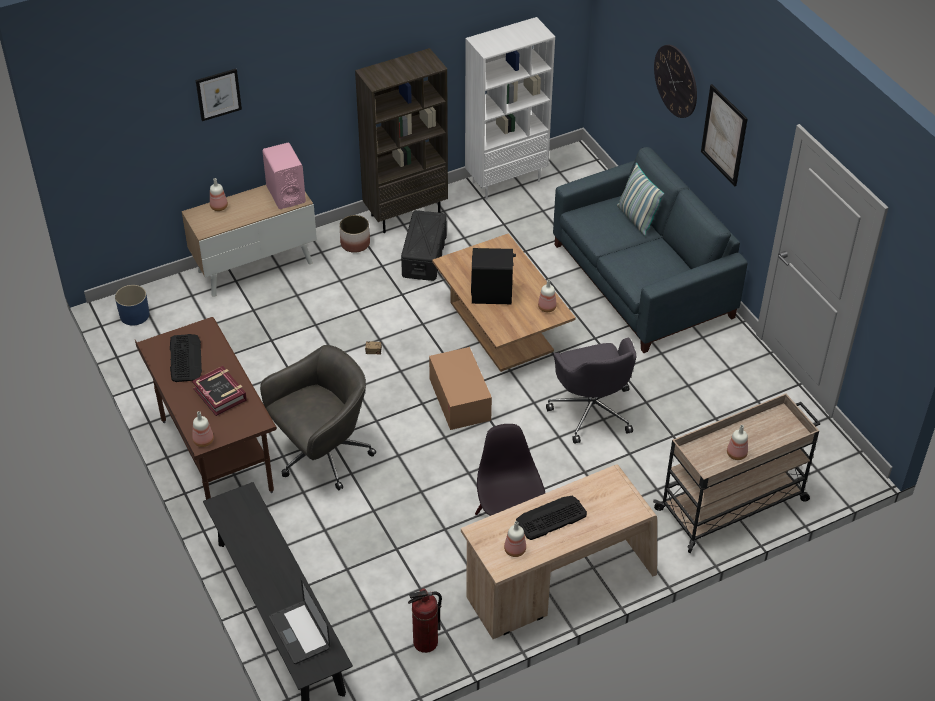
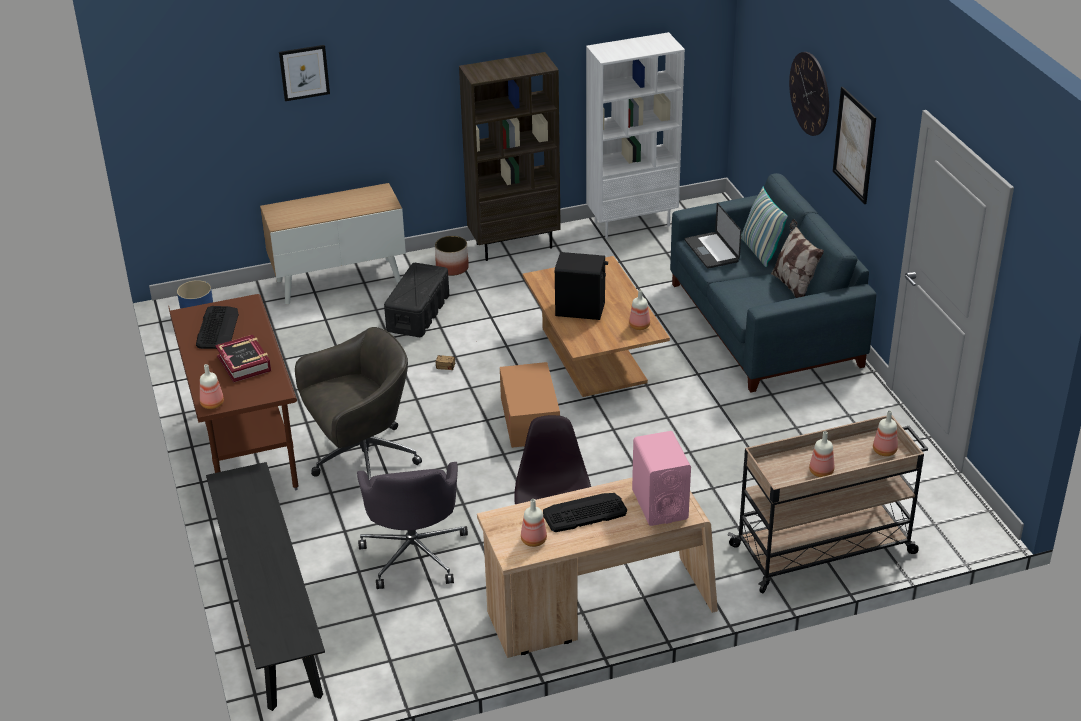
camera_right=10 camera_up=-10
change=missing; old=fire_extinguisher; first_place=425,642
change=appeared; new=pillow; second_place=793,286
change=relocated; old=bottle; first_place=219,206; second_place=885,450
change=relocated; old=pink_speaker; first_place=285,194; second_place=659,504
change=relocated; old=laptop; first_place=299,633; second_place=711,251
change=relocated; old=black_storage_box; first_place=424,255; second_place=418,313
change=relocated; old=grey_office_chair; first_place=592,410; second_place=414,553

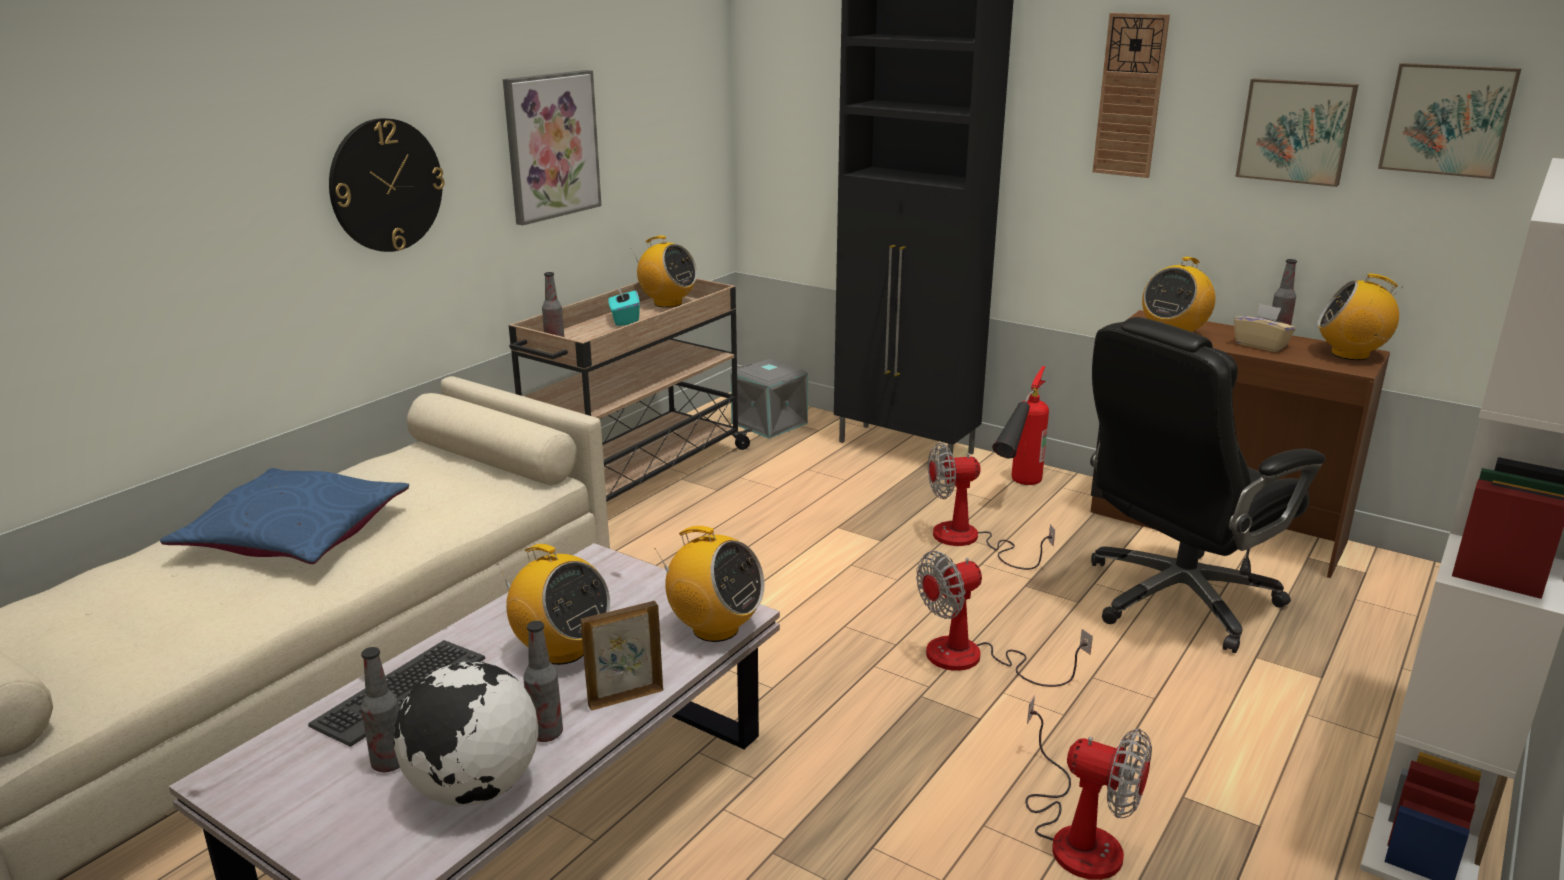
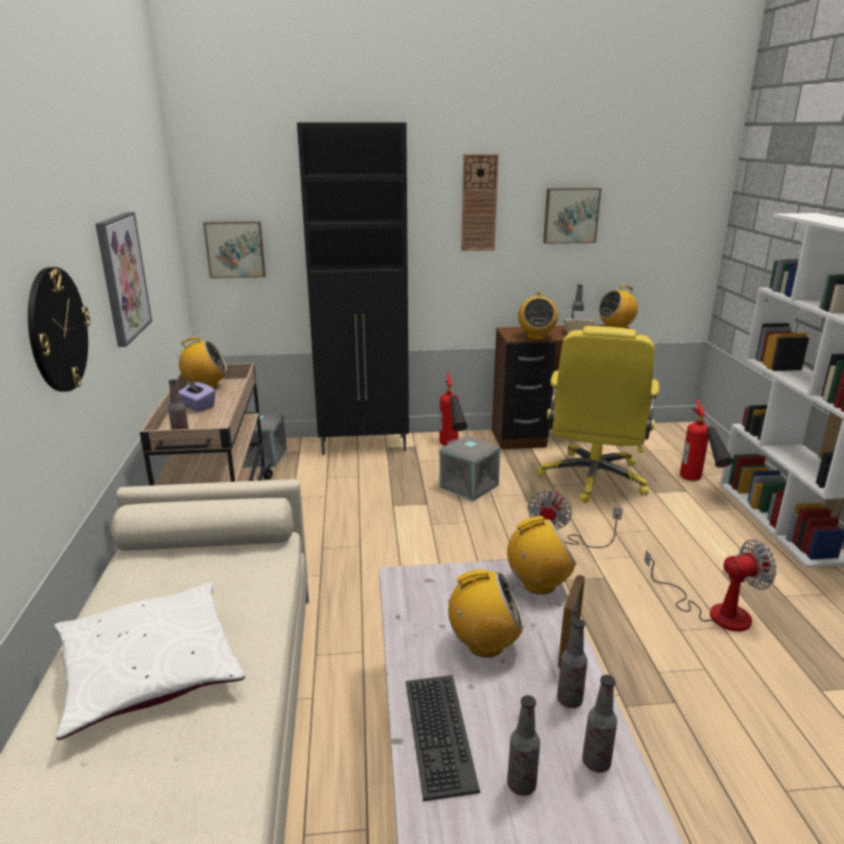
camera_right=-40 camera_up=0
change=appeared; new=fire_extinguisher; second_place=699,485
change=relocated; old=picture; first_place=1447,119; second_place=235,249
change=exchanged; old=globe; new=bottle; first_place=474,789; second_place=596,762
change=exchanged; old=fan; new=grey_storage_box; first_place=970,541; second_place=469,486
change=colour; old=blue_pillow; new=white_pillow; first_place=295,535; second_place=149,669
change=colour; old=turquoise_tissue_box; new=purple_tissue_box; first_place=624,320; second_place=197,406
change=colour; old=black_office_chair; new=yellow_office_chair; first_place=1176,599; second_place=593,479

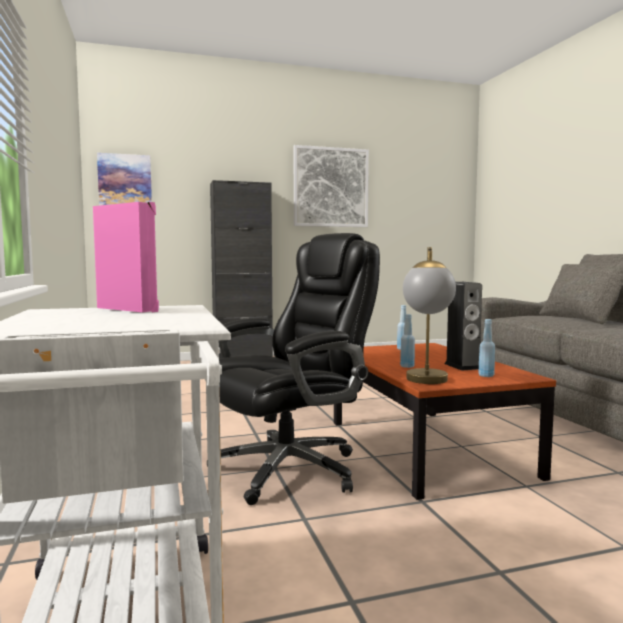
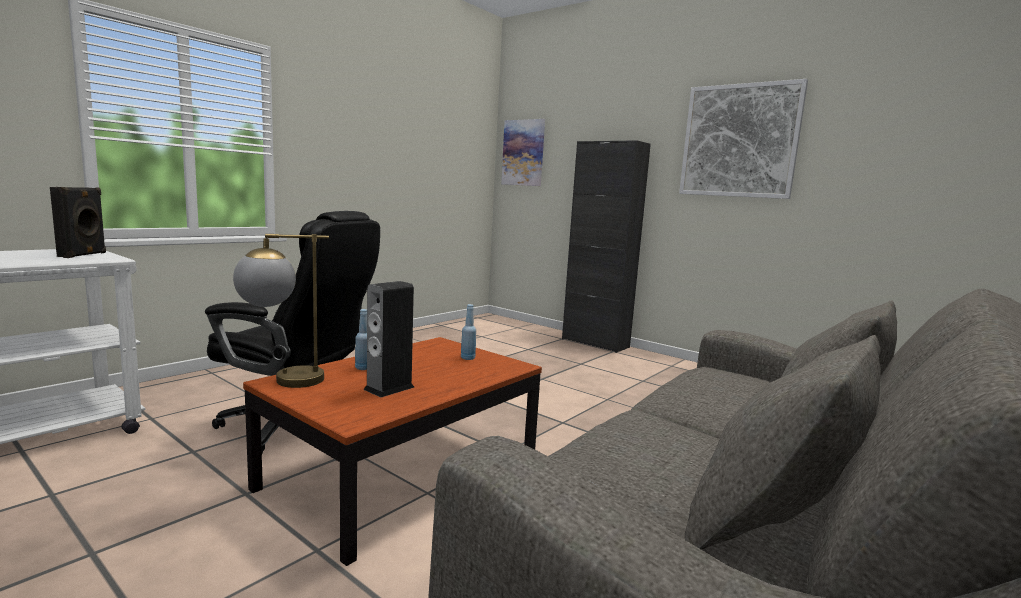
camera_right=55 camera_up=5
change=missing; old=blue_bottle; first_place=486,376
change=colour; old=pink_speaker; new=black_speaker; first_place=129,310; second_place=84,255

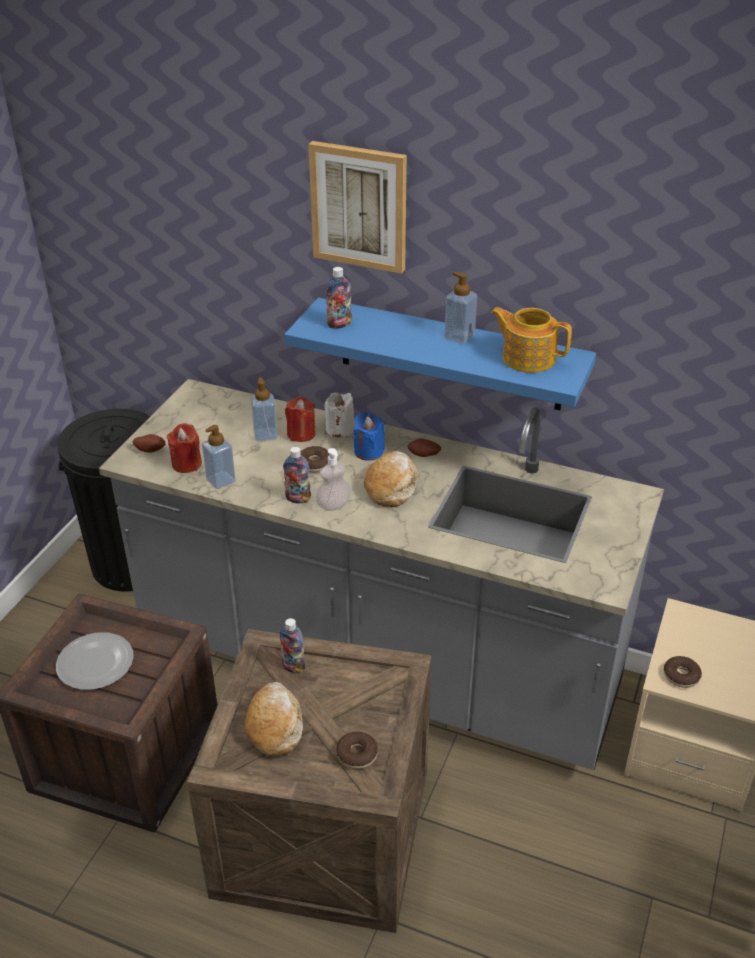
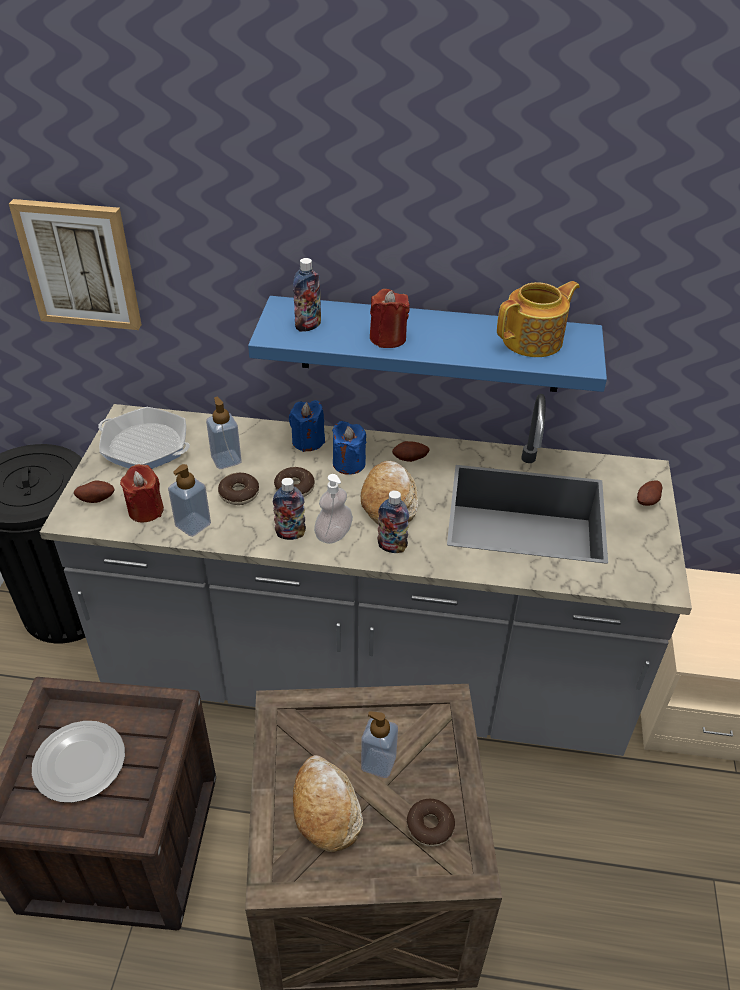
camera_right=-15 camera_up=5
change=appeared; new=frying_pan; second_place=145,446
change=appeared; new=potato; second_place=648,501
change=relocated; old=bottle; first_place=293,667; second_place=392,547
change=relocated; old=red_candle; first_place=301,434; second_place=388,338
change=relocated; old=picture; first_place=359,206; second_place=80,264
change=relocated; old=soap_dispenser; first_place=459,337; second_place=378,763
change=relocated; old=donut; first_place=681,676; second_place=239,494
change=colour; old=white_candle; new=blue_candle; first_place=340,429; second_place=308,441
change=spun; old=teapot; first_place=527,358; second_place=534,340; degrees=135

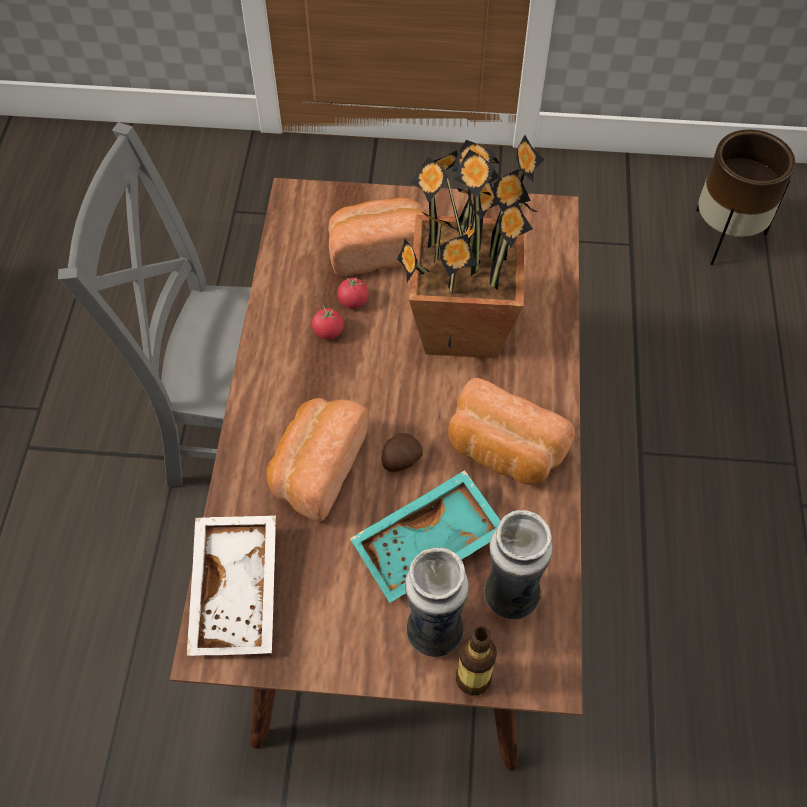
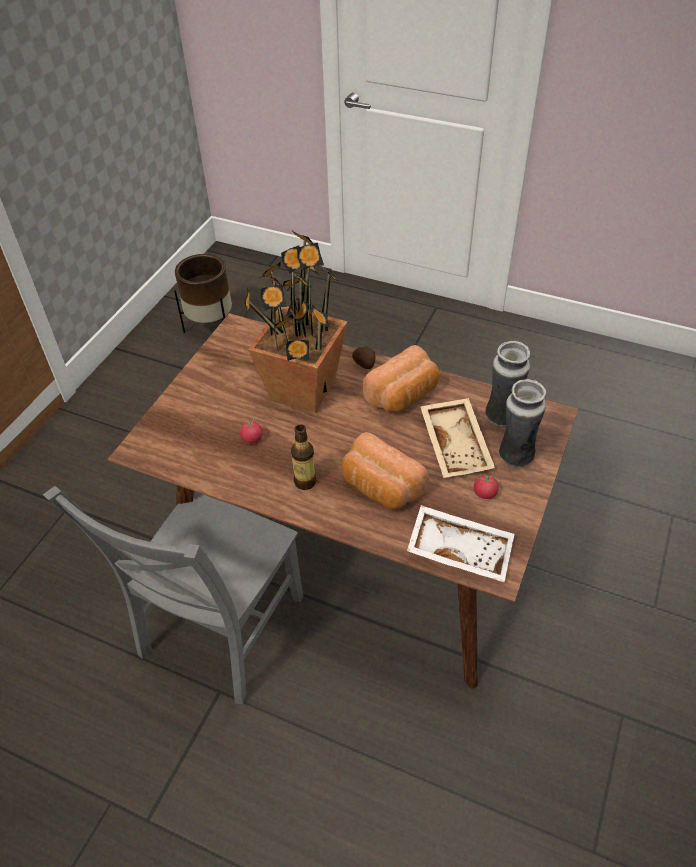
camera_right=-70 camera_up=-10
change=missing; old=bread; first_place=379,250
change=relocated; old=tomato; first_place=328,331; second_place=485,493
change=relocated; old=potato; first_place=400,460; second_place=364,364
change=relocated; old=bottle; first_place=473,678; second_place=305,482
change=colour; old=turquoise_tray; new=beige_tray; first_place=429,546; second_place=457,445

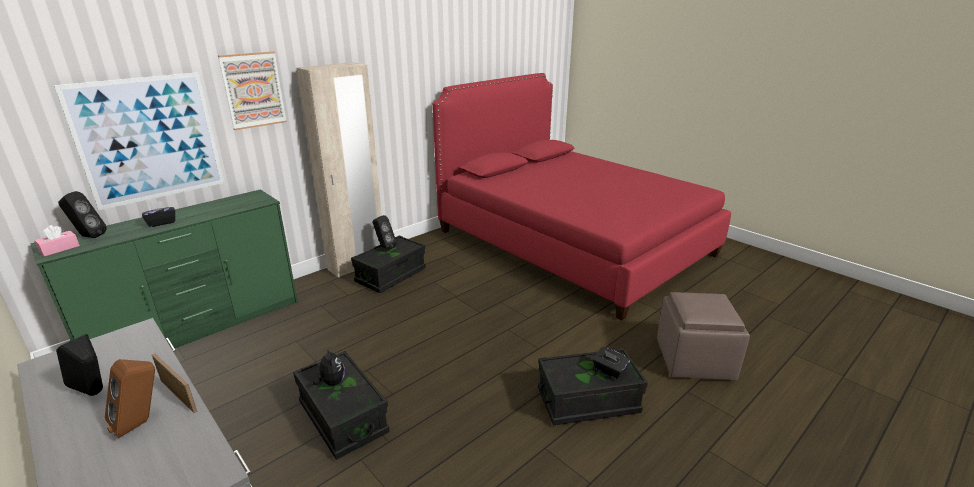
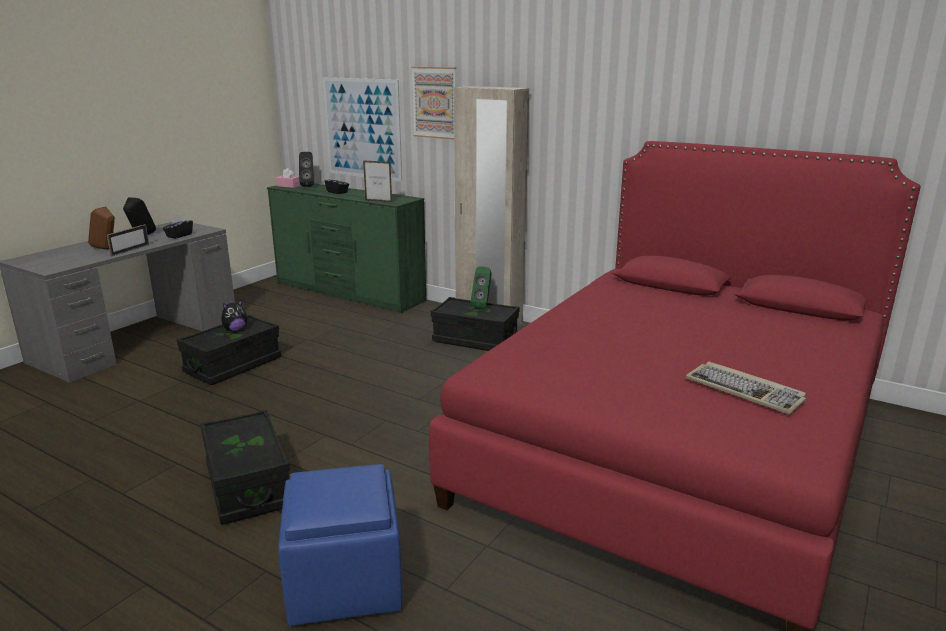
camera_right=75 camera_up=-5
change=appeared; new=picture_frame; second_place=378,201
change=appeared; new=keyboard; second_place=745,391
change=relocated; old=black_tissue_box; first_place=609,371; second_place=179,235
change=colour; old=black_speaker; new=green_speaker; first_place=384,247; second_place=483,305
change=colour; old=brown_ottoman; new=blue_ottoman; first_place=695,360; second_place=344,583

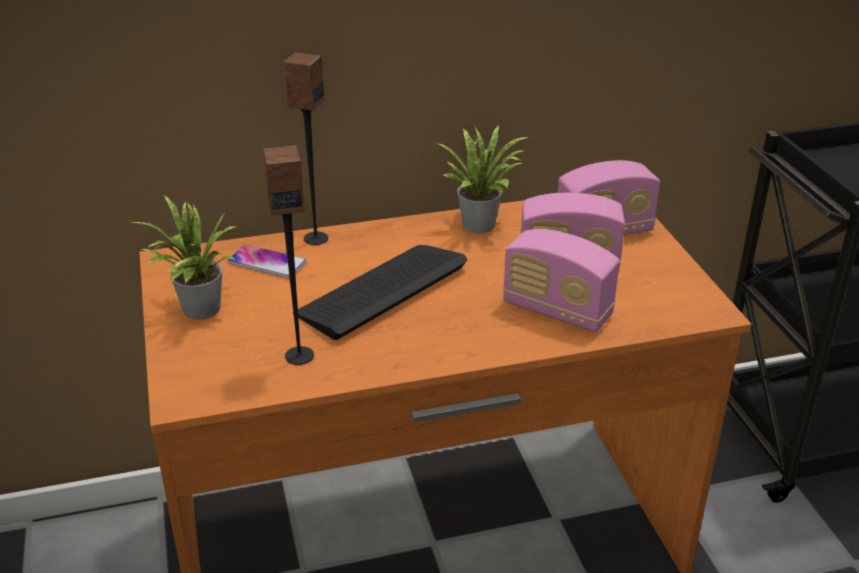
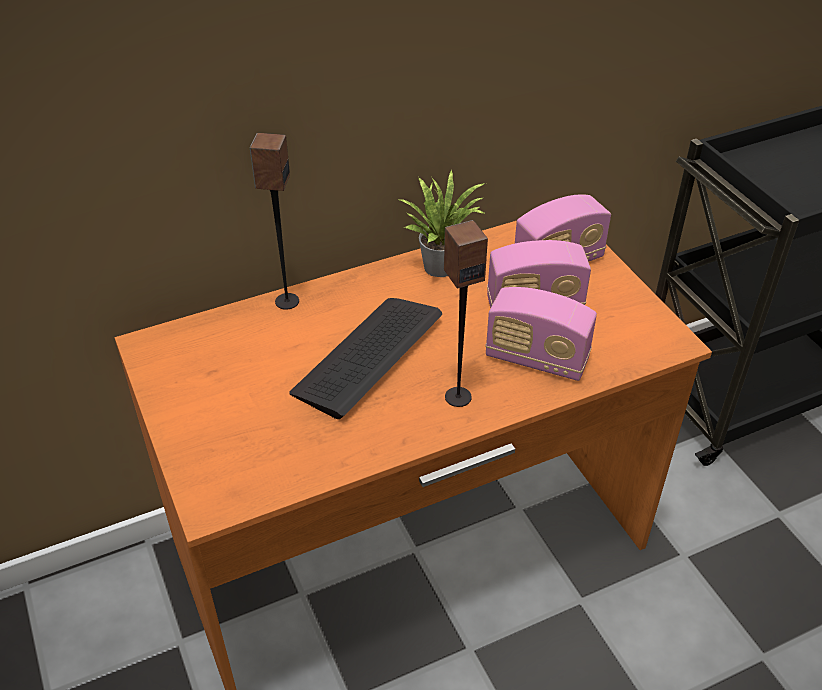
camera_right=-10 camera_up=10
change=missing; old=potted_plant; first_place=197,311
change=missing; old=phone; first_place=267,263
change=relocated; old=speaker; first_place=299,355; second_place=458,396

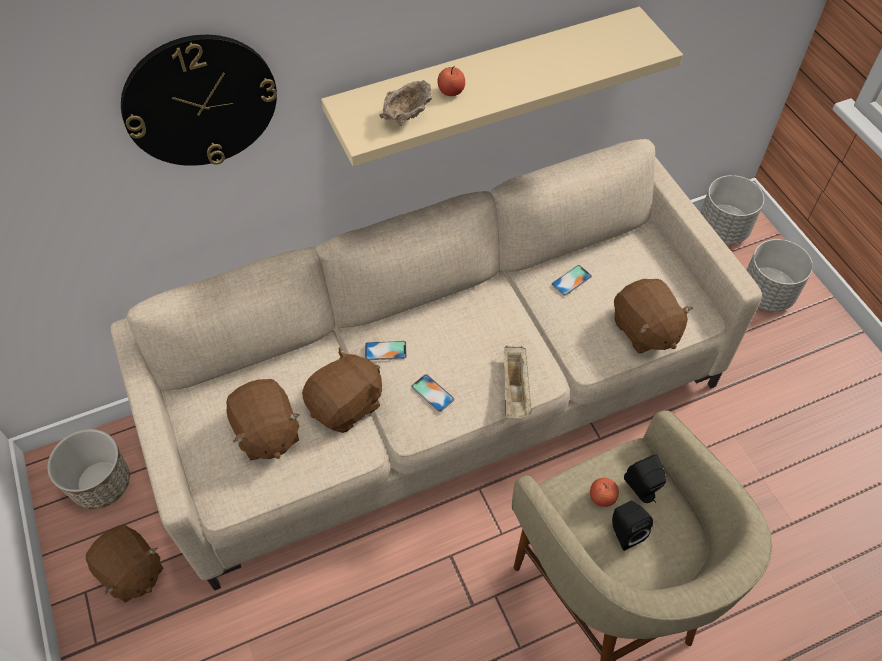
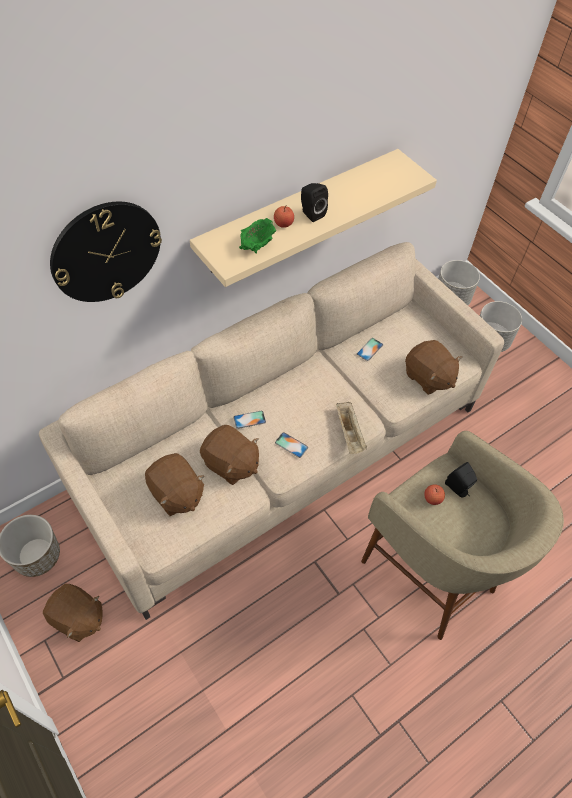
camera_right=-15 camera_up=0
change=relocated; old=black_speaker; first_place=624,532; second_place=311,213
change=colour; old=beige_bowl; new=green_bowl; first_place=407,116; second_place=256,245
change=spun; old=brown_plush_toy; first_place=347,405; second_place=230,464; degrees=90

